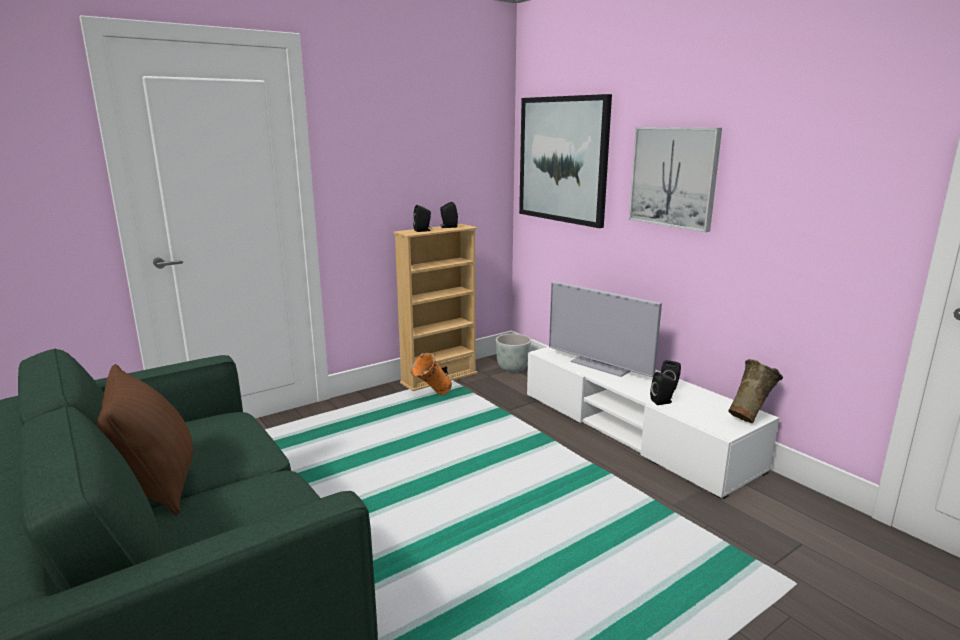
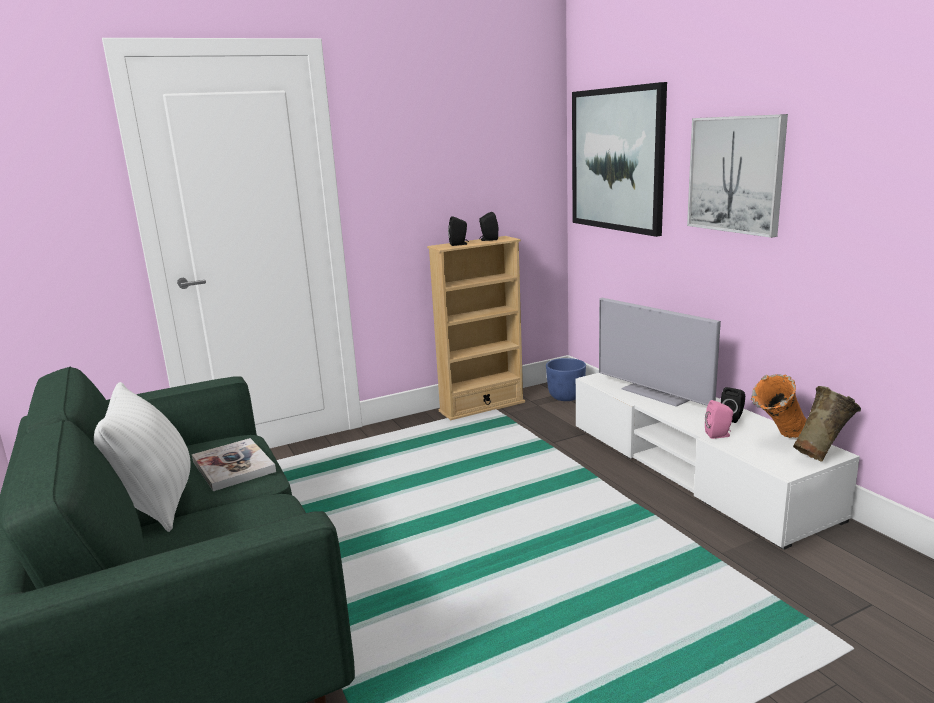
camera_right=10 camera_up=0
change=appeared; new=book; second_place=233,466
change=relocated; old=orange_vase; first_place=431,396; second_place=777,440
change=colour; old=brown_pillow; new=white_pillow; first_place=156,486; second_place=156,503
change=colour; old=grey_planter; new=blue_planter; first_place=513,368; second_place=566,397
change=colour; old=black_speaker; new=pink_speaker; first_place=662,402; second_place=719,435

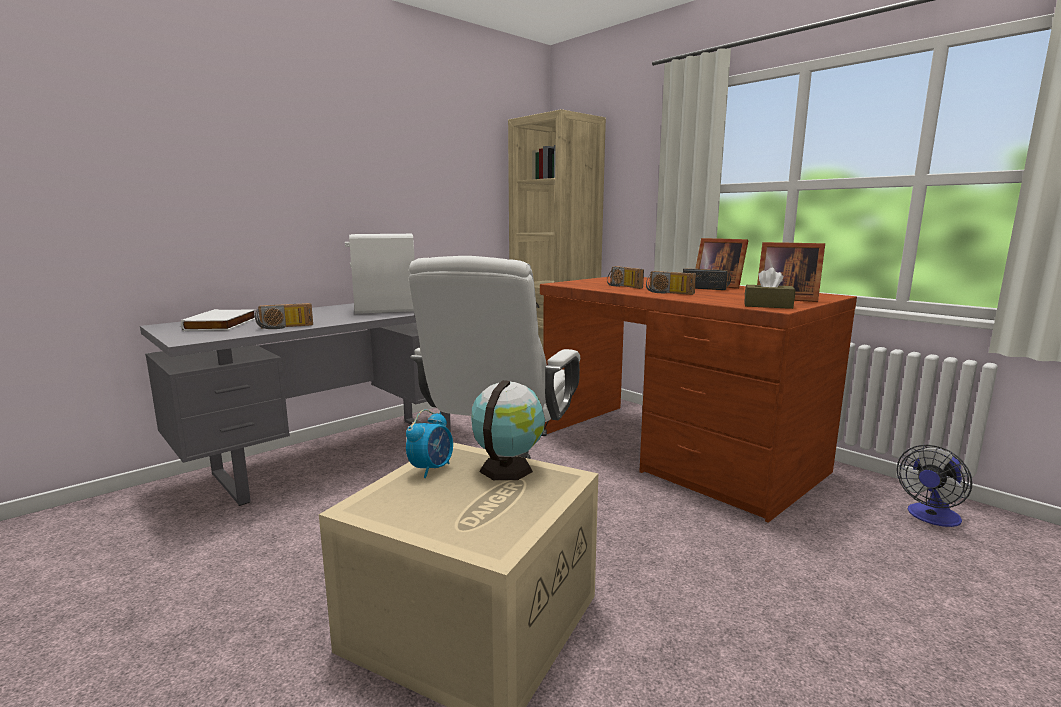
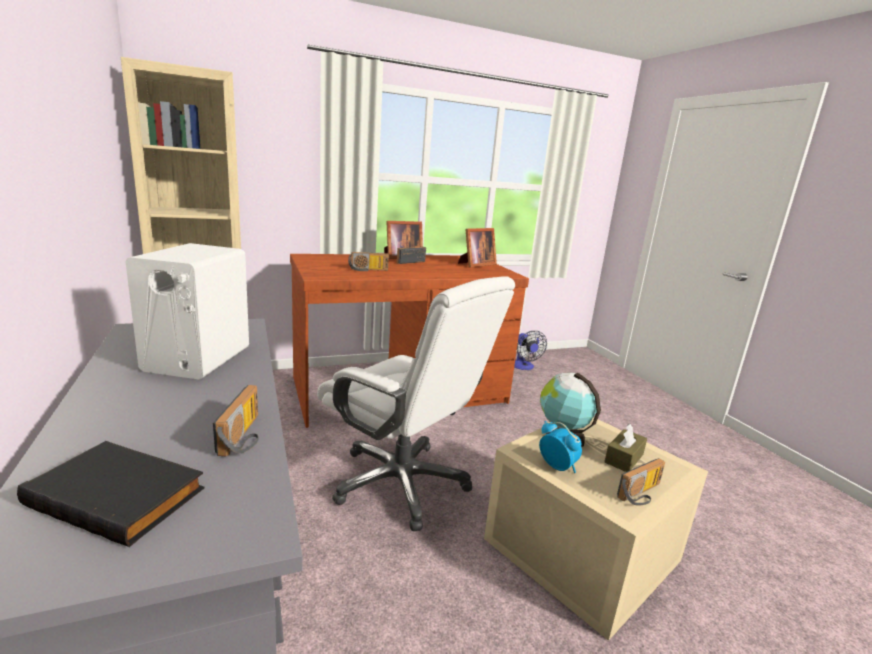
camera_right=-70 camera_up=5
change=relocated; old=radio; first_place=668,293; second_place=642,494
change=relocated; old=brown_tissue_box; first_place=768,305; second_place=624,458
change=colour; old=white_book; new=black_book; first_place=223,324; second_place=120,495

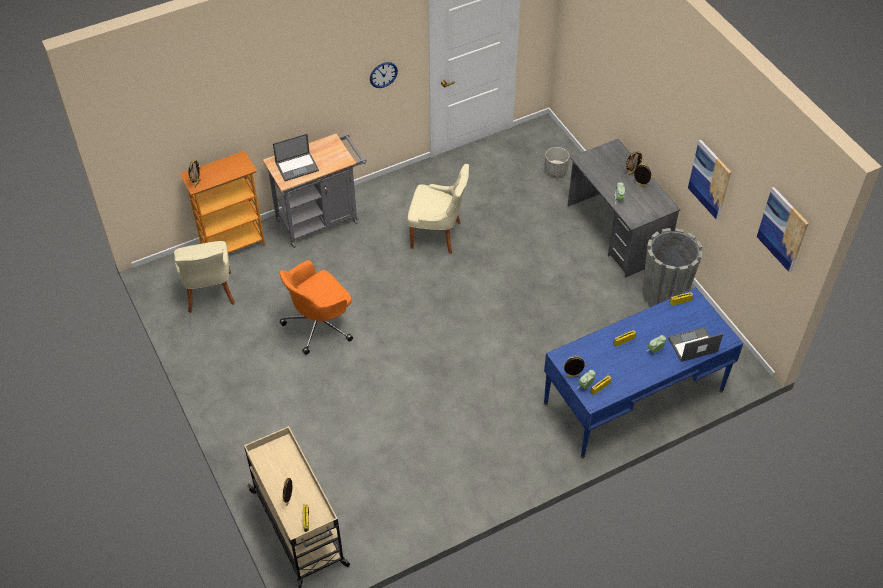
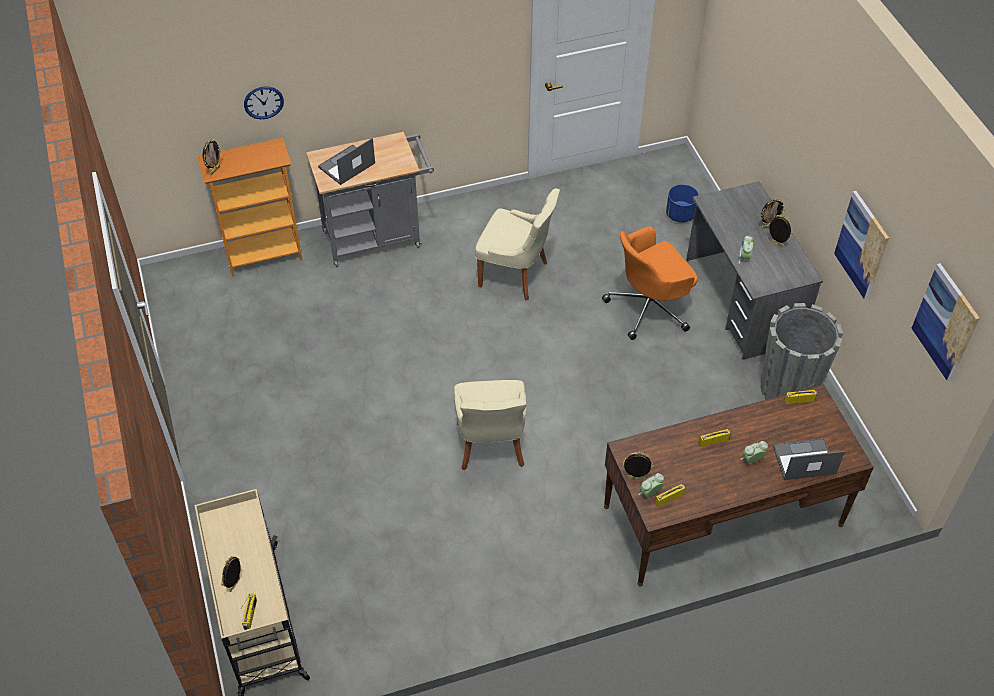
camera_right=10 camera_up=0
change=relocated; old=beige_chair; first_place=209,294; second_place=491,447
change=relocated; old=orange_office_chair; first_place=319,325; second_place=649,307
change=relocated; old=wall_clock; first_place=383,74; second_place=263,102
change=colour; old=grey_planter; new=blue_planter; first_place=555,171; second_place=680,214
change=colour; old=blue_desk; new=brown_desk; first_place=633,397; second_place=723,516
change=spun; old=laptop; first_place=297,166; second_place=346,166; degrees=150

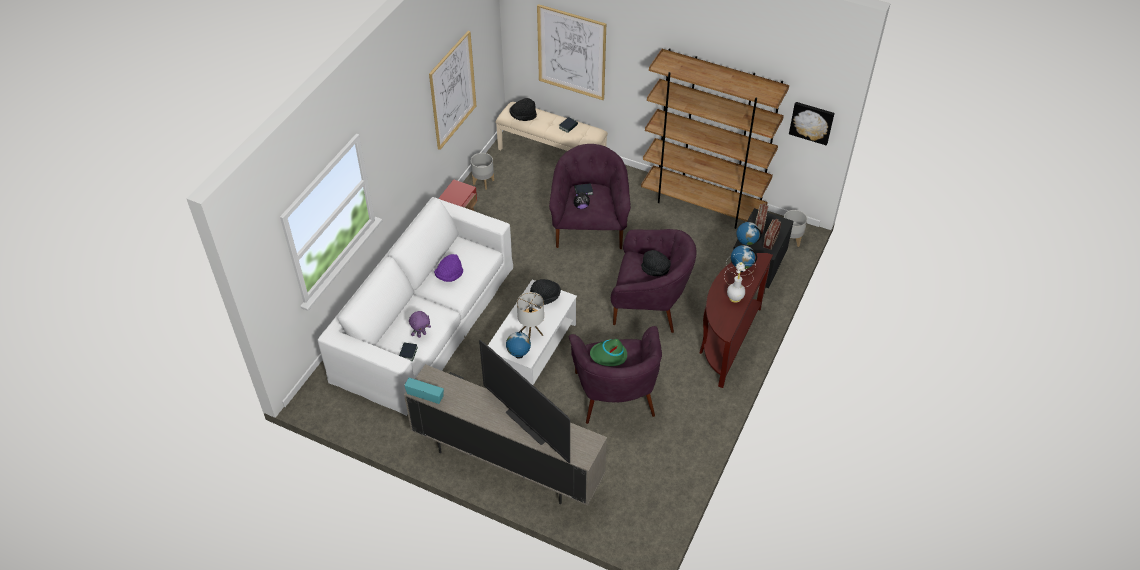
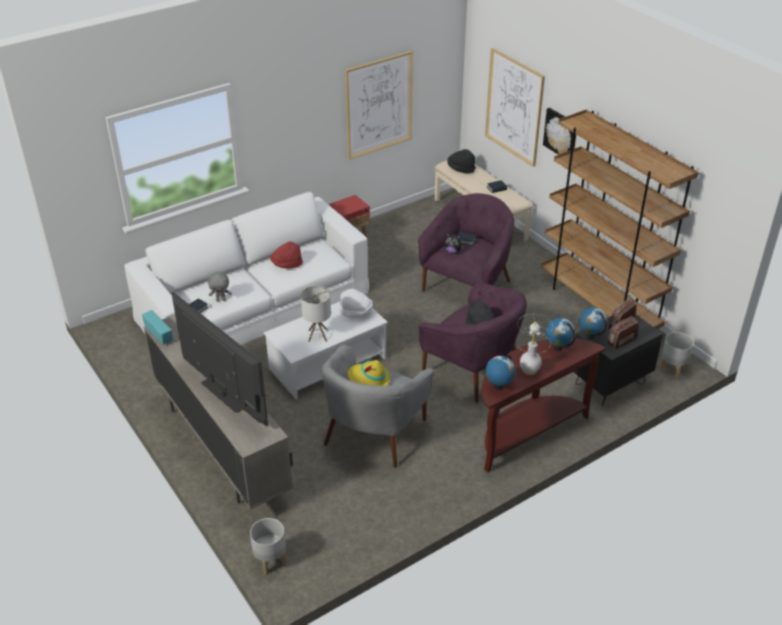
camera_right=30 camera_up=-10
change=relocated; old=grey_planter; first_place=483,182; second_place=271,560
change=relocated; old=globe; first_place=518,355; second_place=499,387
change=relocated; old=picture; first_place=811,122; second_place=561,134
change=colour; old=purple_plush_toy; new=grey_plush_toy; first_place=421,334; second_place=221,300
change=colour; old=purple_hat; new=red_hat; first_place=449,275; second_place=286,264
change=colour; old=black_hat; new=white_hat; first_place=545,297; second_place=356,312
change=colour; old=purple_armchair; new=grey_armchair; first_place=615,394; second_place=373,432
change=colour; old=green_hat; new=yellow_hat; first_place=608,355; second_place=369,379
change=spun; old=television; first_place=527,426; second_place=223,395; degrees=150

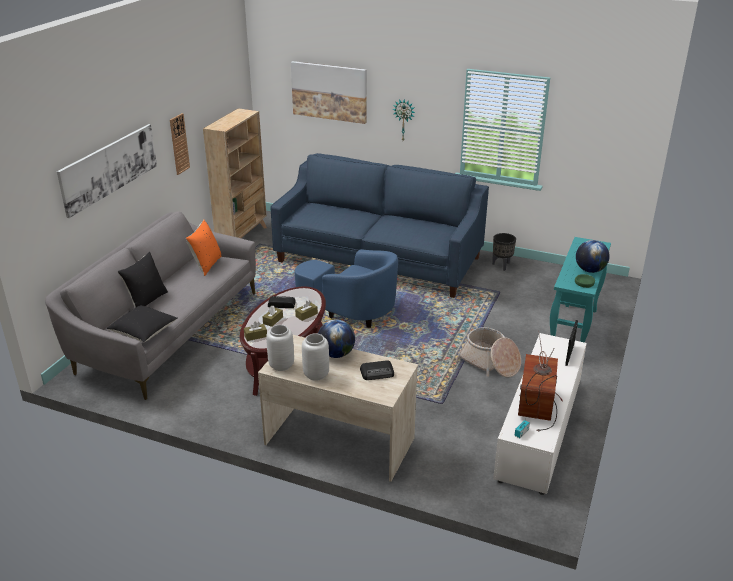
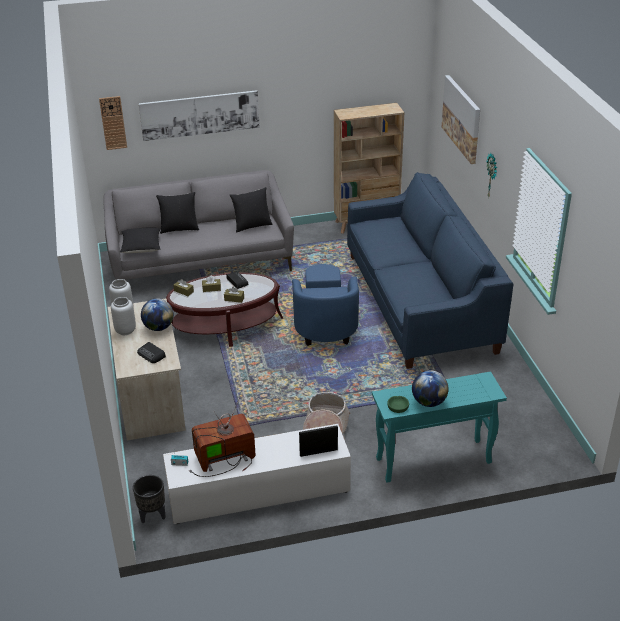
camera_right=55 camera_up=5
change=relocated; old=wall_clock; first_place=179,144; second_place=113,123
change=relocated; old=black_planter; first_place=502,265; second_place=153,515
change=colour; old=orange_pillow; new=black_pillow; first_place=206,265; second_place=252,225

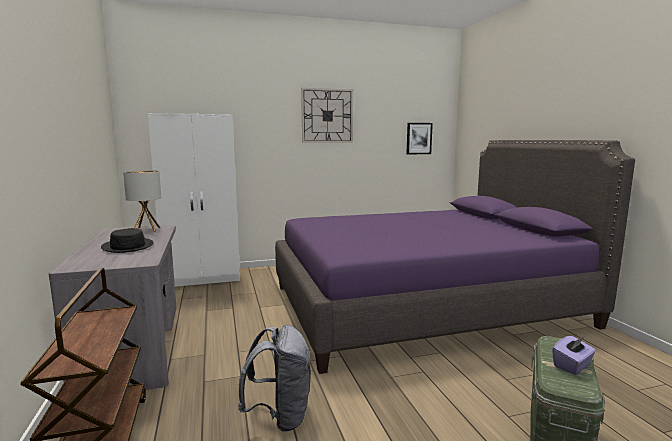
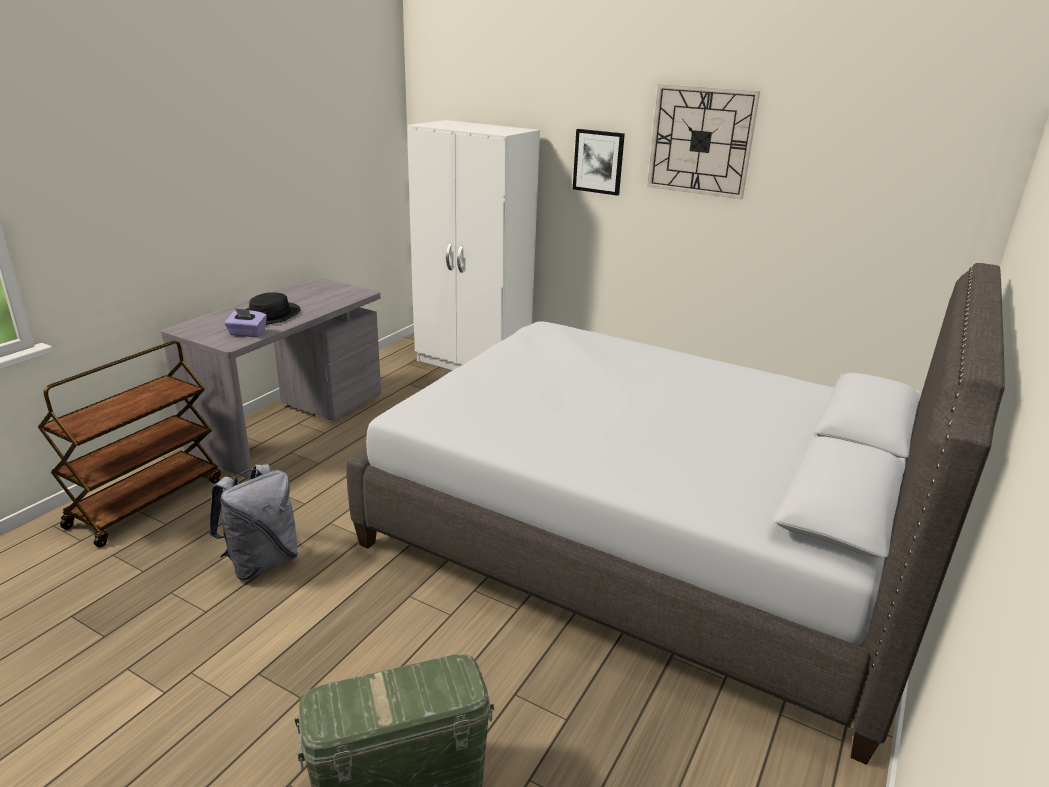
camera_right=45 camera_up=15
change=missing; old=table_lamp; first_place=146,229
change=relocated; old=picture; first_place=419,138; second_place=598,161
change=relocated; old=purple_tissue_box; first_place=572,366; second_place=247,334
change=colour; old=purple_bed; new=grey_bed; first_place=423,305; second_place=645,537

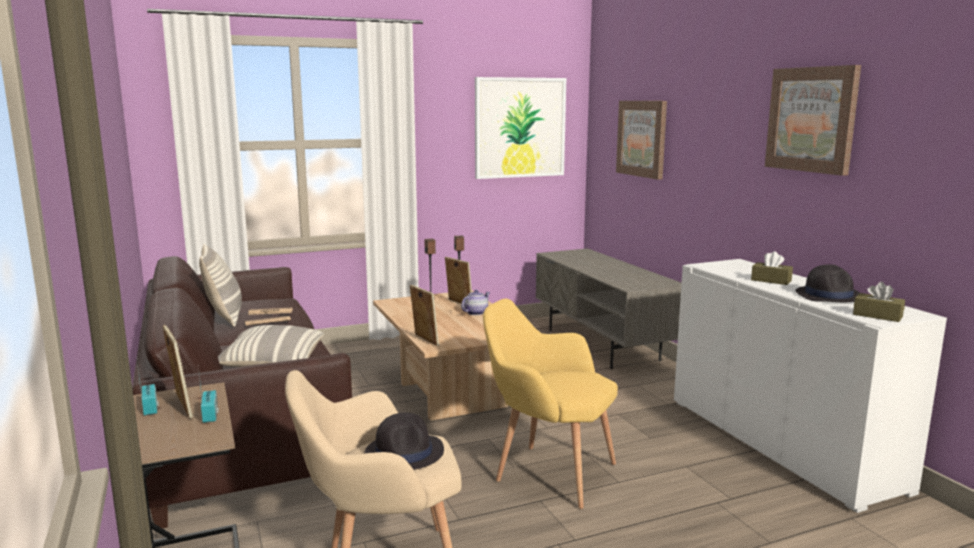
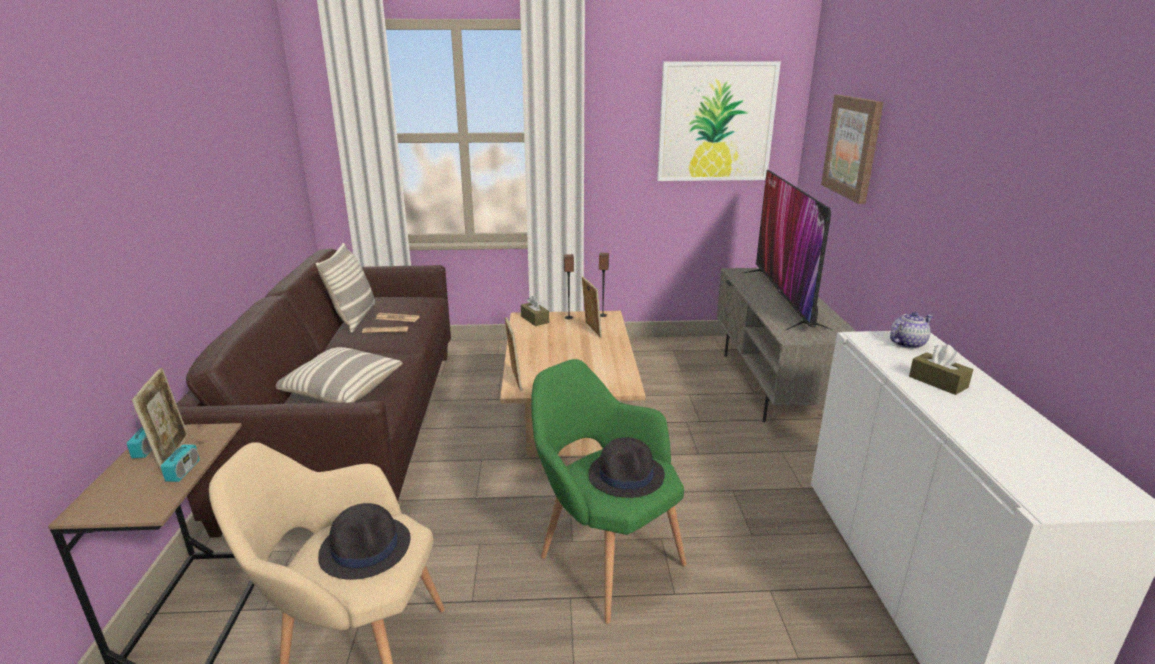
camera_right=20 camera_up=10
change=missing; old=picture; first_place=812,119
change=appeared; new=television; second_place=783,298
change=relocated; old=teapot; first_place=475,313; second_place=907,343
change=relocated; old=black_hat; first_place=828,295; second_place=626,475
change=relocated; old=brown_tissue_box; first_place=877,315; second_place=534,319
change=colour; old=yellow_armchair; new=green_armchair; first_place=547,472; second_place=603,558

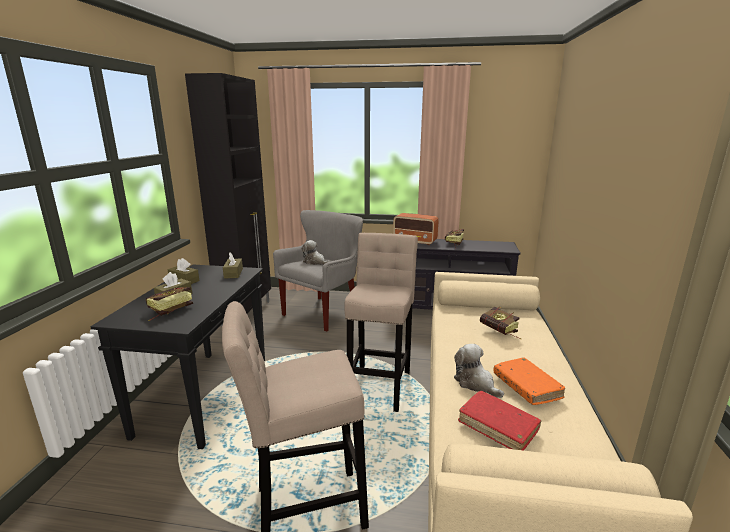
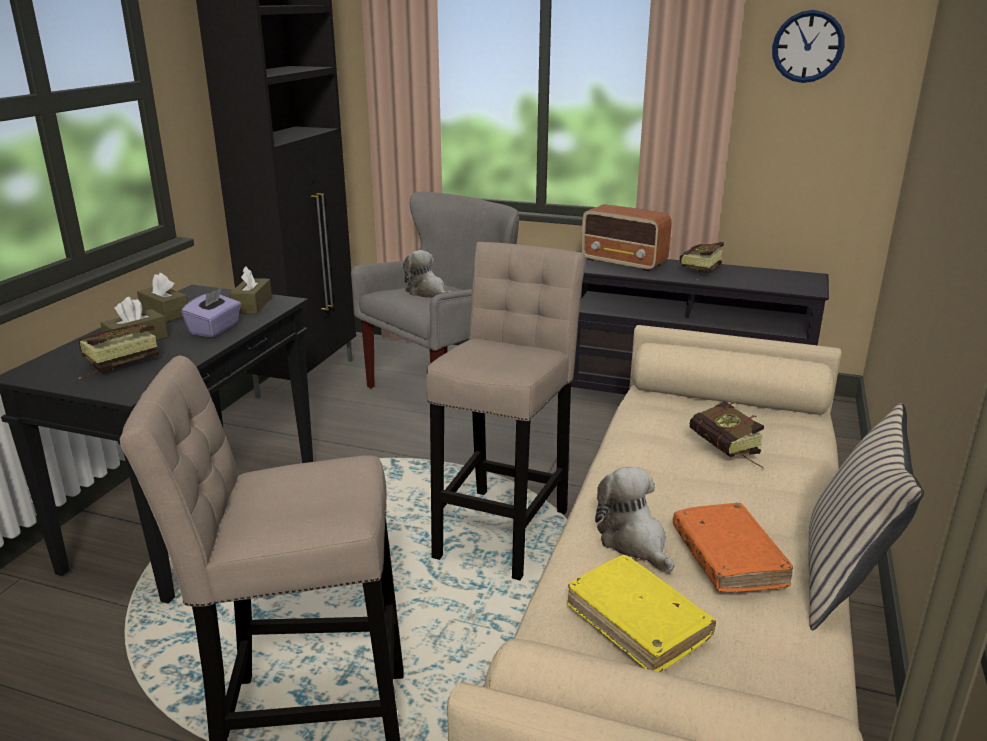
camera_right=10 camera_up=5
change=appeared; new=purple_tissue_box; second_place=215,329
change=appeared; new=wall_clock; second_place=807,46
change=appeared; new=beige_pillow; second_place=844,578
change=colour; old=red_book; new=yellow_book; first_place=498,426; second_place=637,622

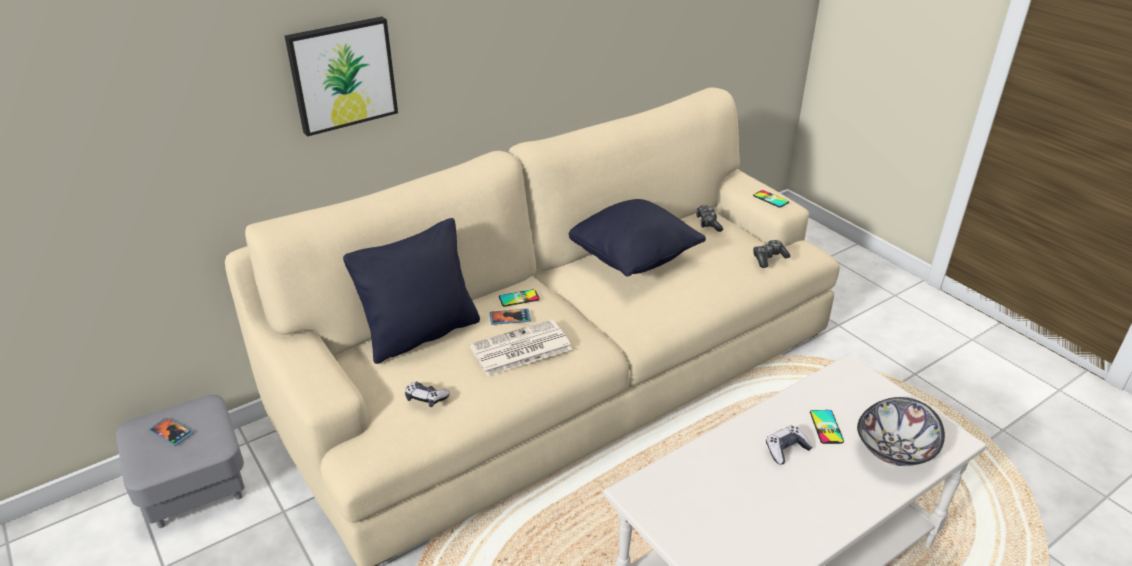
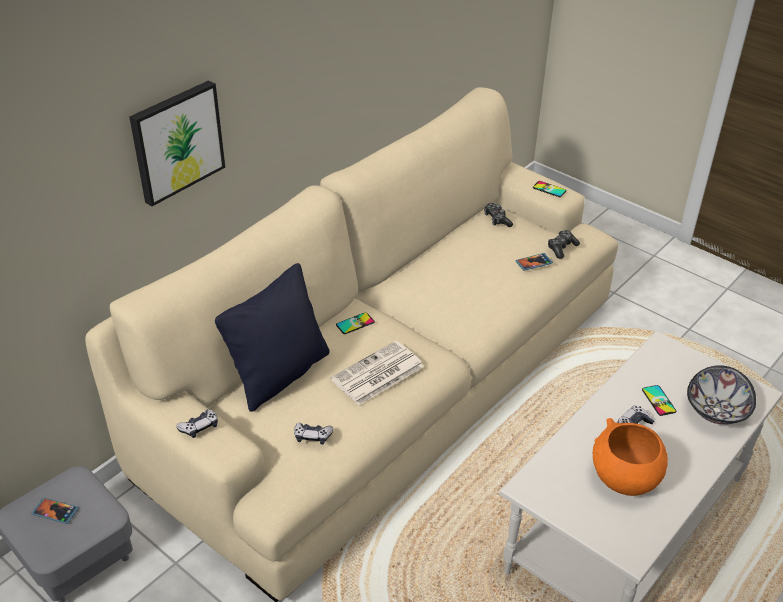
camera_right=-15 camera_up=5
change=missing; old=black_pillow; first_place=632,259
change=appeared; new=game_controller; second_place=199,427
change=appeared; new=orange_bowl; second_place=623,480
change=relocated; old=phone; first_place=510,318; second_place=533,263

